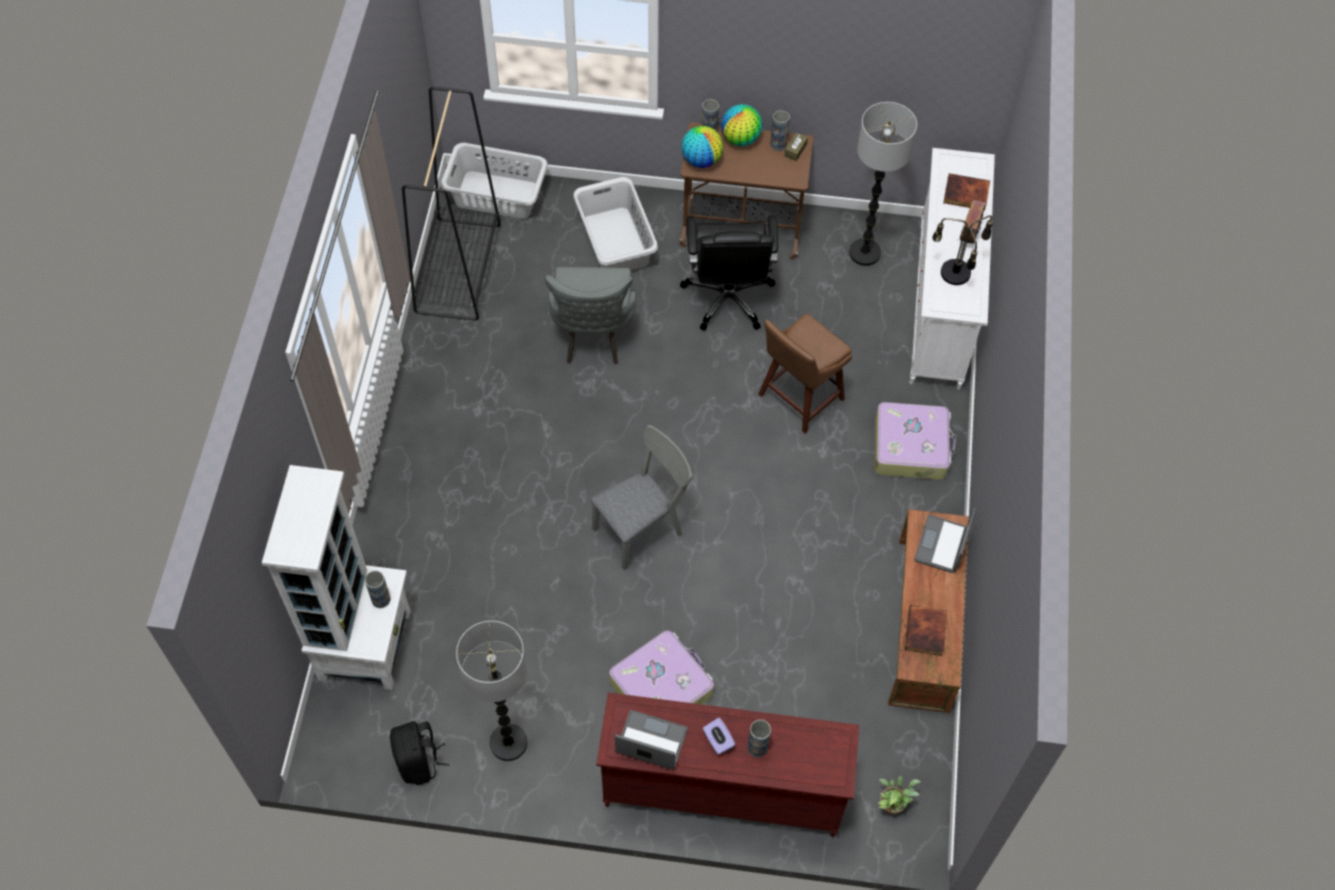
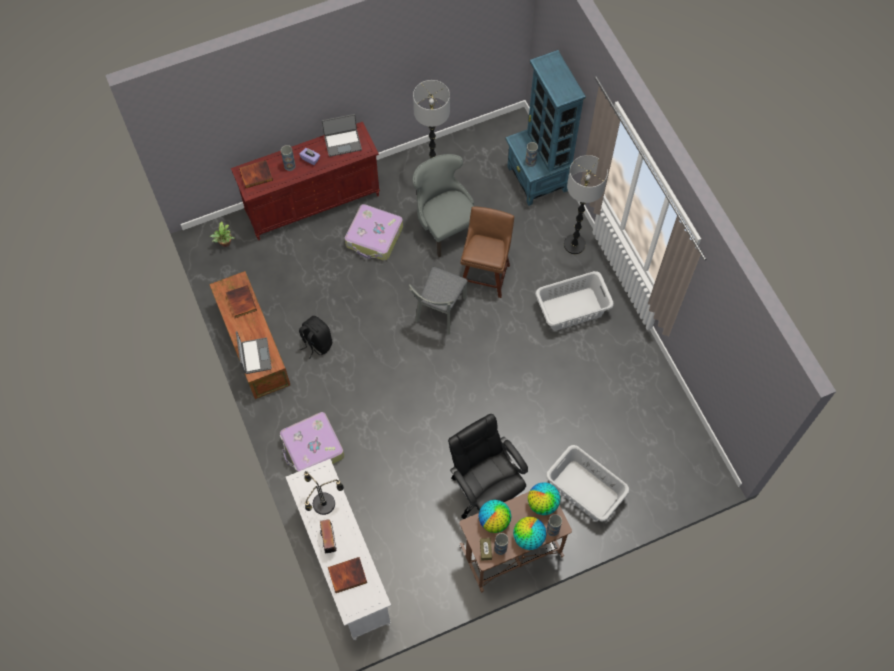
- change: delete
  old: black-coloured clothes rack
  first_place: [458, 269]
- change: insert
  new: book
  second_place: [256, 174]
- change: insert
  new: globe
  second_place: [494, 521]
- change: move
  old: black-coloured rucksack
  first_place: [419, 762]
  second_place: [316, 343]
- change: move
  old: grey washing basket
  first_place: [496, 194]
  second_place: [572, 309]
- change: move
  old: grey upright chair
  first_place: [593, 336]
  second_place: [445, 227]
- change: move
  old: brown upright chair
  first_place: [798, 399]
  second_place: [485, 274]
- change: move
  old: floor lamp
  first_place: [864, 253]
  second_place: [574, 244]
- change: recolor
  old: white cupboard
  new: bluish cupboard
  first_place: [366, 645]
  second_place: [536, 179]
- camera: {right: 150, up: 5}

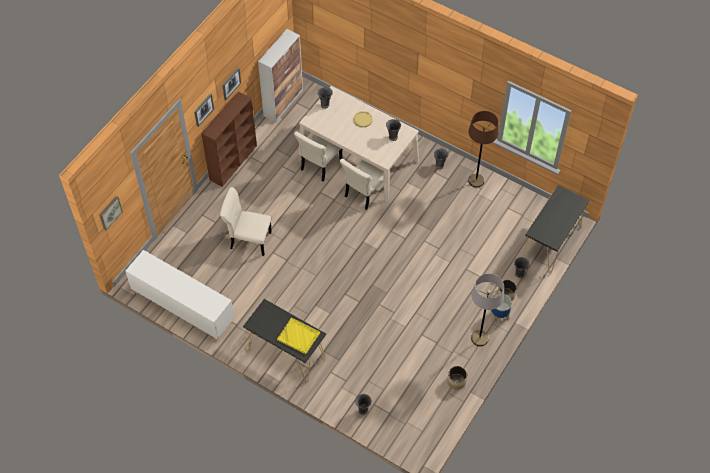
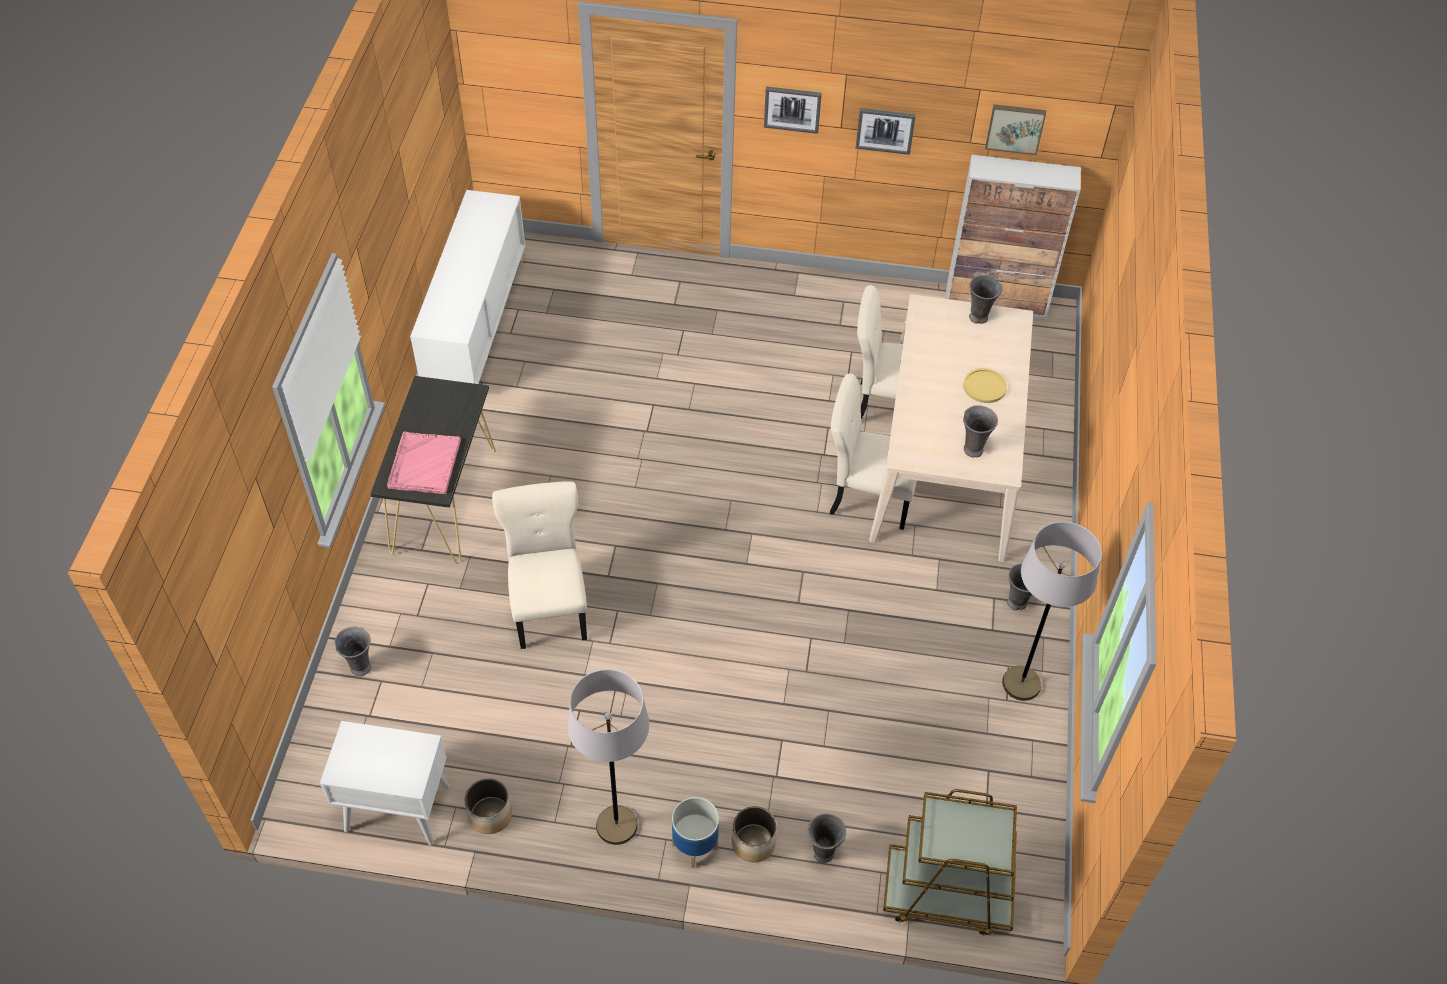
- change: delete
  old: brown bookshelf
  first_place: [233, 162]
- change: insert
  new: white bedside table
  second_place: [396, 808]
- change: move
  old: wall art
  first_place: [109, 212]
  second_place: [1015, 128]
- change: move
  old: sand-coloured upright chair
  first_place: [249, 240]
  second_place: [549, 607]
- change: replace
  old: black-coloured narrow table
  new: brown wheeled cart
  first_place: [551, 242]
  second_place: [946, 894]
- change: recolor
  old: yellow-coloured serving tray
  new: pink serving tray
  first_place: [299, 336]
  second_place: [424, 465]
- change: recolor
  old: brown floor lamp
  new: grey floor lamp
  first_place: [476, 181]
  second_place: [1021, 684]
- camera: {right: 65, up: -5}

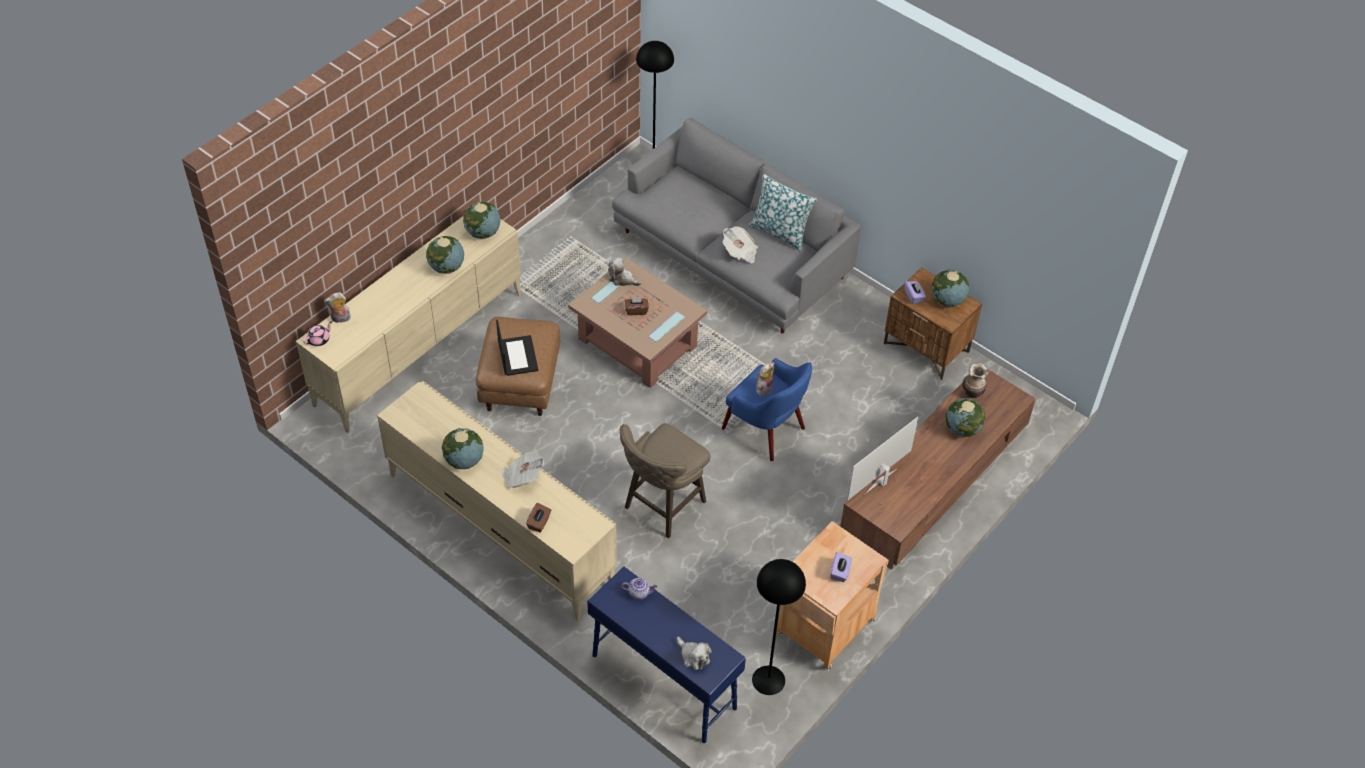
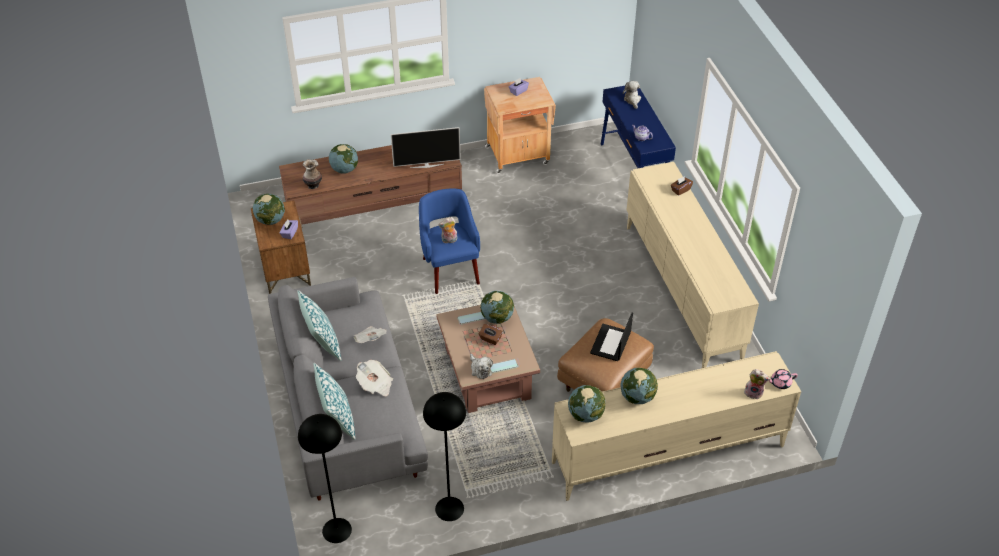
- change: delete
  old: sand-coloured sitting stool
  first_place: [662, 507]
- change: insert
  new: cushion
  second_place: [337, 418]
- change: move
  old: globe
  first_place: [464, 461]
  second_place: [497, 318]
- change: move
  old: printed paper
  first_place: [522, 476]
  second_place: [375, 385]
- change: move
  old: black-coloured floor lamp
  first_place: [768, 679]
  second_place: [449, 509]
- camera: {right: -145, up: -5}

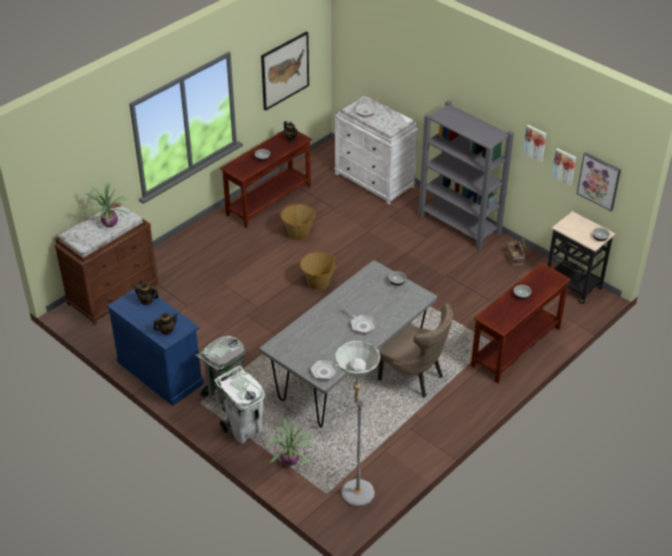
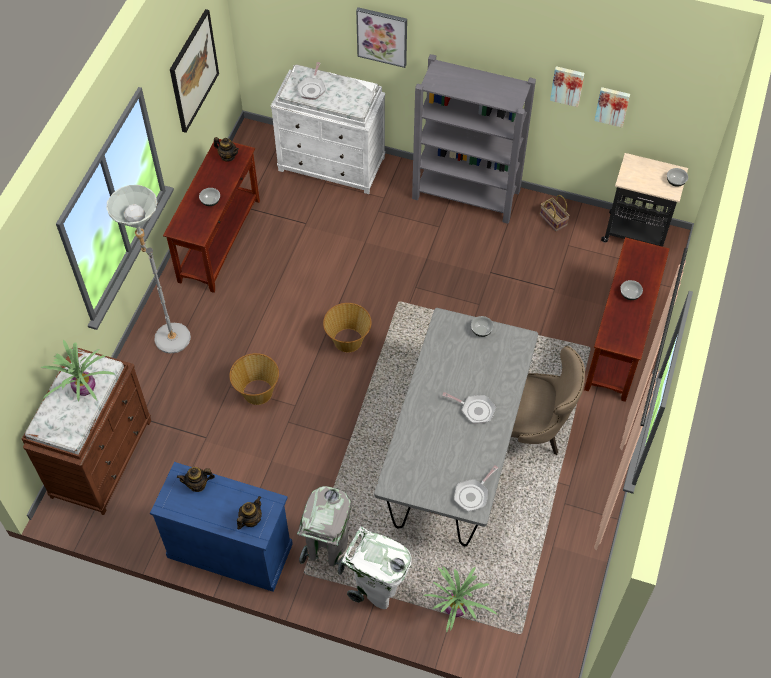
- change: move
  old: basket
  first_place: [298, 233]
  second_place: [257, 392]
- change: move
  old: grey floor lamp
  first_place: [356, 487]
  second_place: [168, 333]
- change: move
  old: wall art
  first_place: [599, 181]
  second_place: [382, 36]
- camera: {right: -25, up: 15}

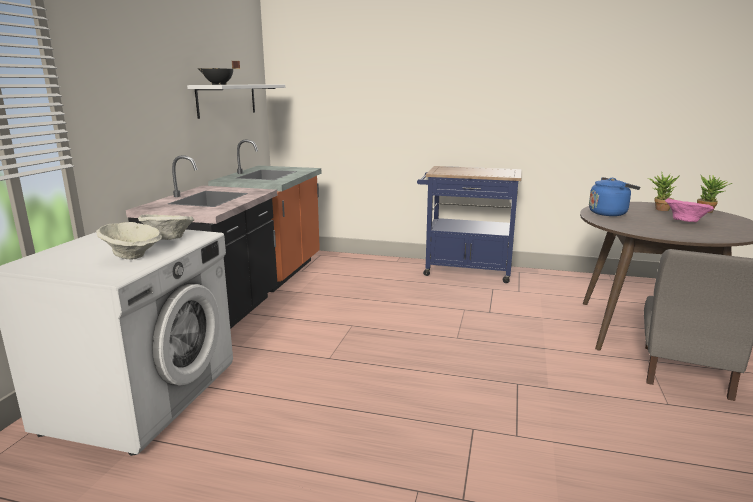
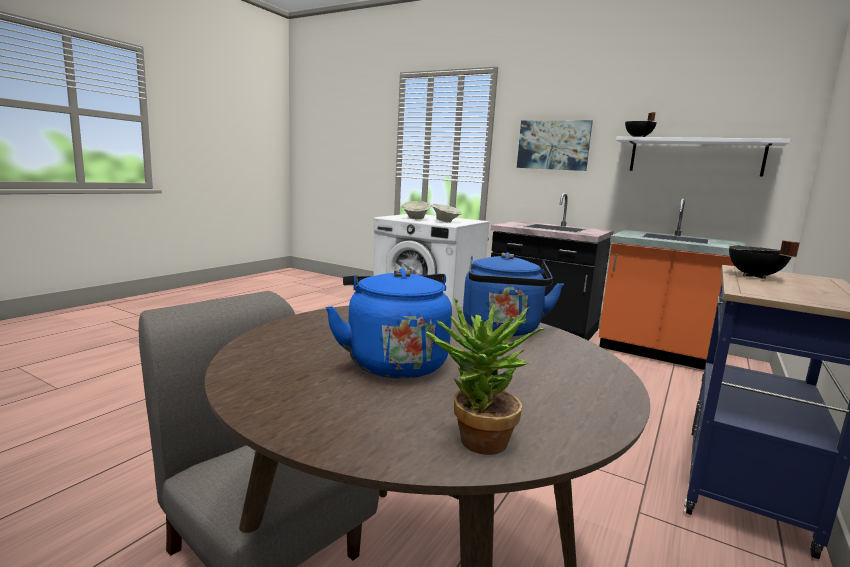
- change: delete
  old: plant in a pot
  first_place: [659, 209]
- change: insert
  new: wall art
  second_place: [553, 145]
- change: insert
  new: black-coloured stockpot
  second_place: [753, 276]
- change: replace
  old: pink serving bowl
  new: bluish tea kettle
  first_place: [685, 221]
  second_place: [394, 362]
- camera: {right: 105, up: -5}

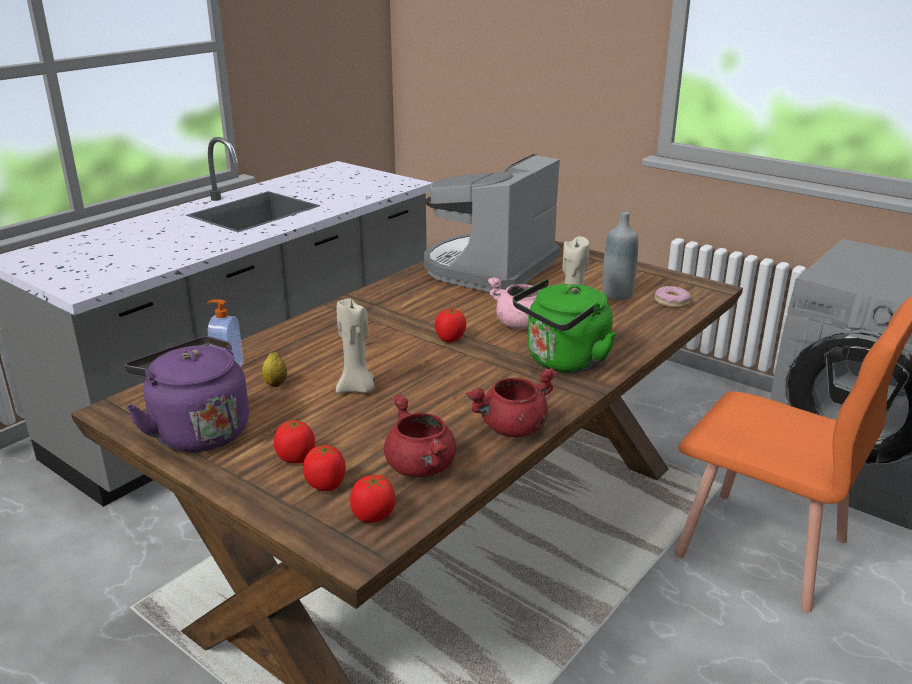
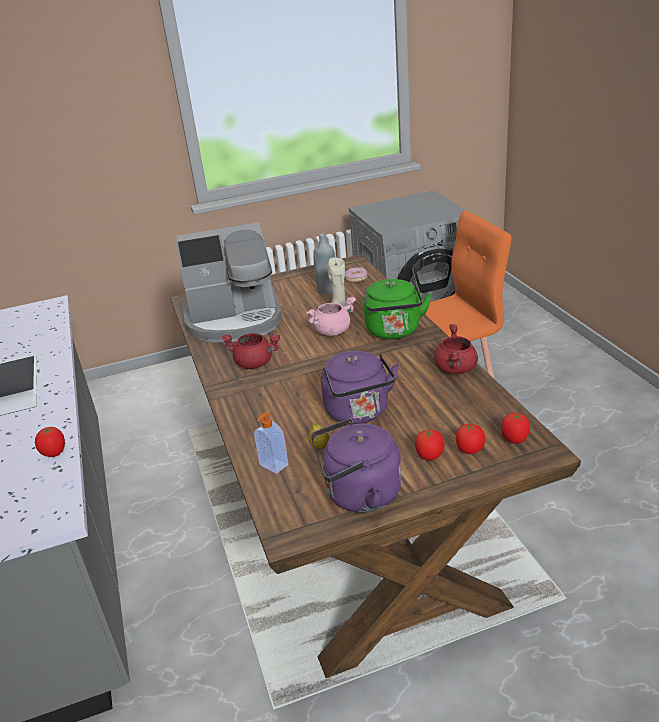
- change: move
  old: reddish stockpot
  first_place: [422, 468]
  second_place: [255, 363]
- change: move
  old: whole tomato
  first_place: [450, 339]
  second_place: [54, 452]
- change: replace
  old: sand-coloured wax candle
  new: purplish tea kettle
  first_place: [357, 389]
  second_place: [359, 413]
- change: rotate
  old: coffee maker
  first_place: [489, 268]
  second_place: [235, 320]
  degrees: -75
- camera: {right: -55, up: 5}

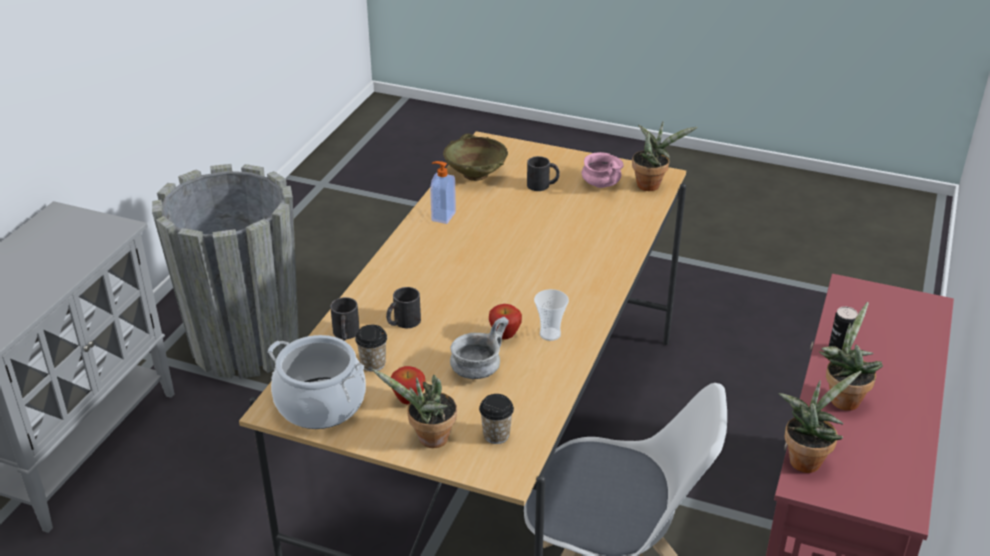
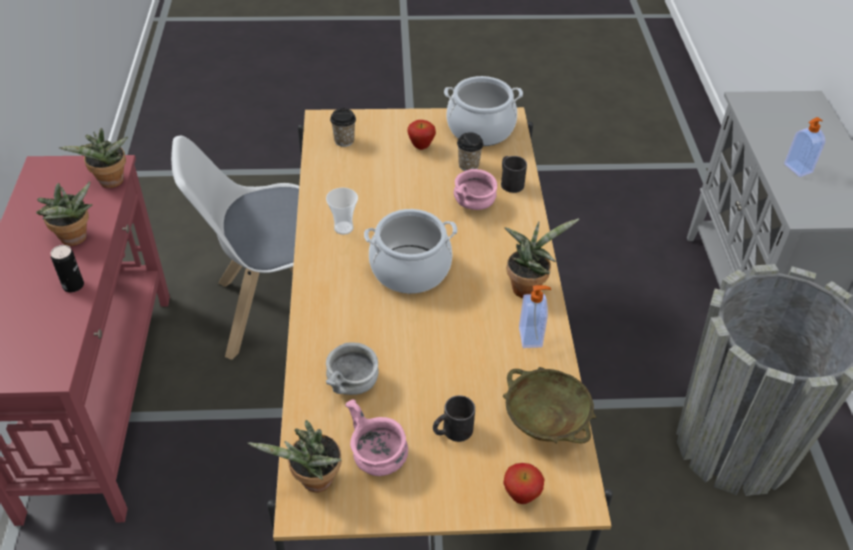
- change: insert
  new: stockpot
  second_place: [410, 269]
- change: insert
  new: soap bottle
  second_place: [797, 168]
- change: move
  old: plant in a pot
  first_place: [429, 439]
  second_place: [527, 286]
- change: move
  old: grey serving bowl
  first_place: [476, 370]
  second_place: [352, 384]
- change: move
  old: apple
  first_place: [505, 336]
  second_place: [521, 496]
- change: replace
  old: black-coloured coffee mug
  new: pink serving bowl
  first_place: [403, 322]
  second_place: [473, 204]
- camera: {right: 155, up: 10}

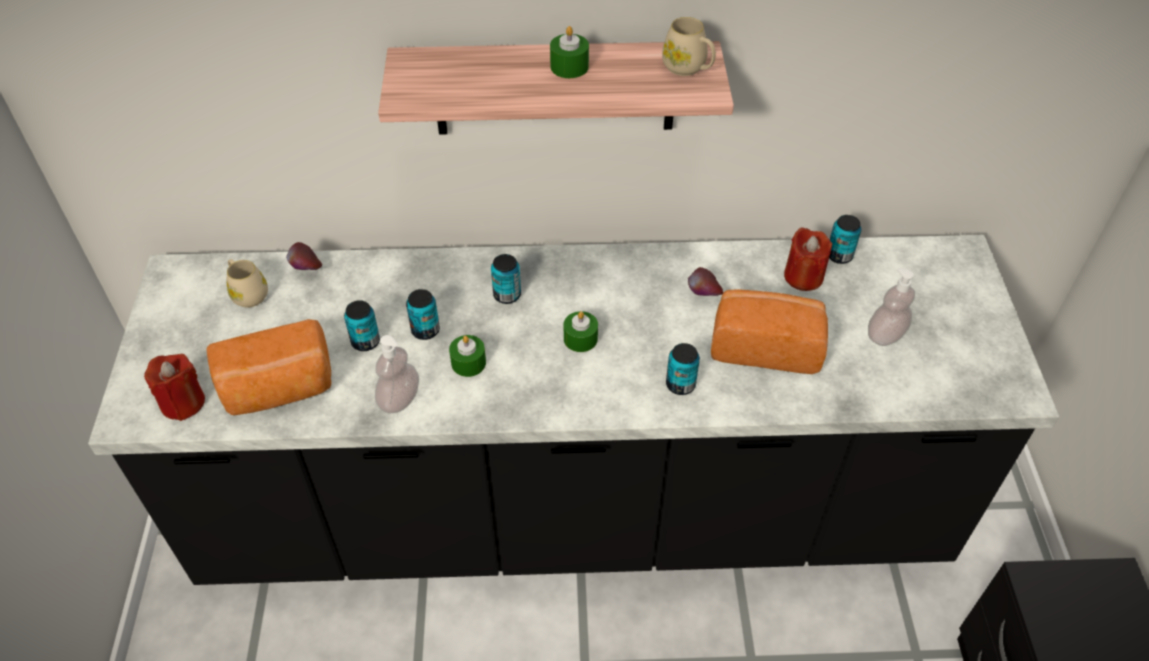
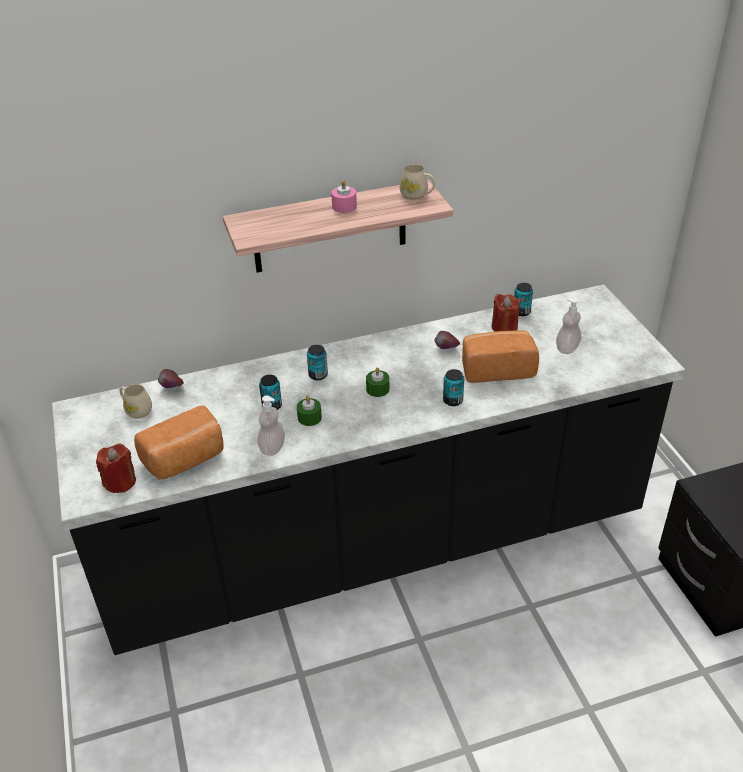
- change: delete
  old: sealed can
  first_place: [365, 342]
- change: recolor
  old: greenish wax candle
  new: pink wax candle
  first_place: [569, 66]
  second_place: [344, 206]
- camera: {right: -15, up: -10}

